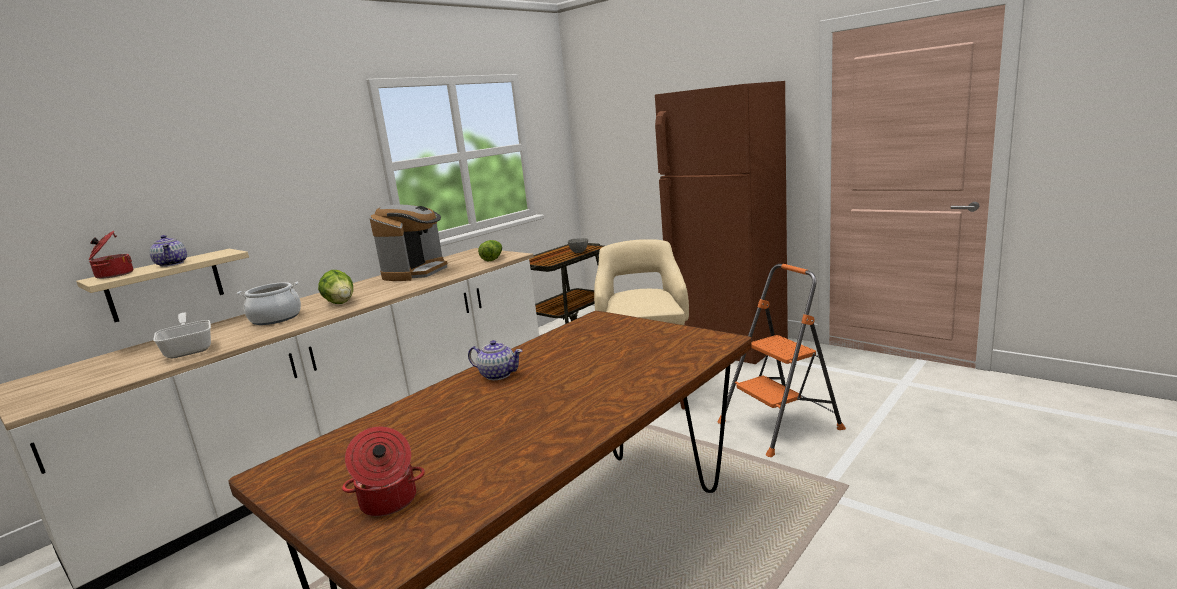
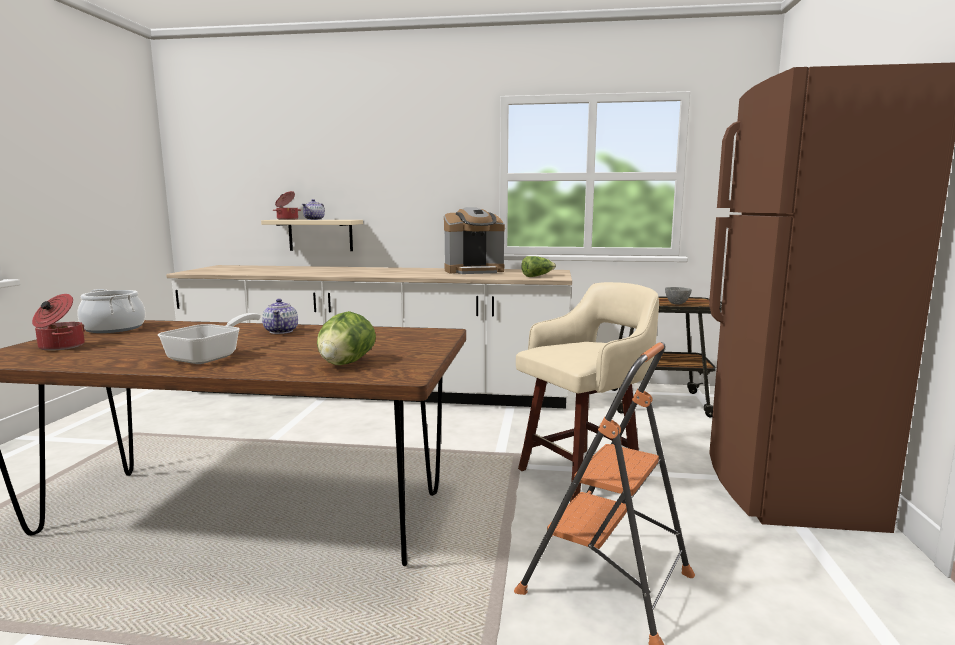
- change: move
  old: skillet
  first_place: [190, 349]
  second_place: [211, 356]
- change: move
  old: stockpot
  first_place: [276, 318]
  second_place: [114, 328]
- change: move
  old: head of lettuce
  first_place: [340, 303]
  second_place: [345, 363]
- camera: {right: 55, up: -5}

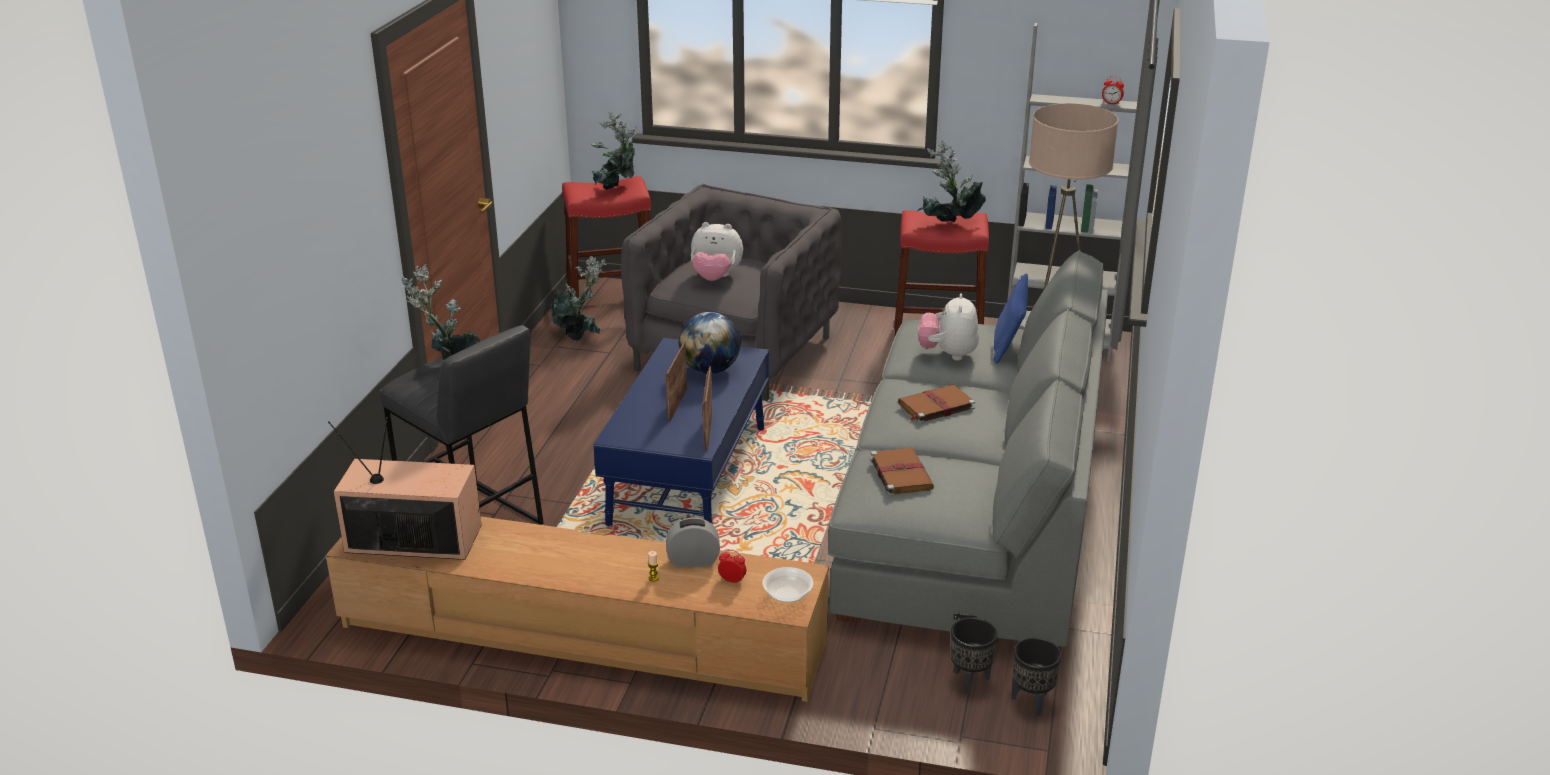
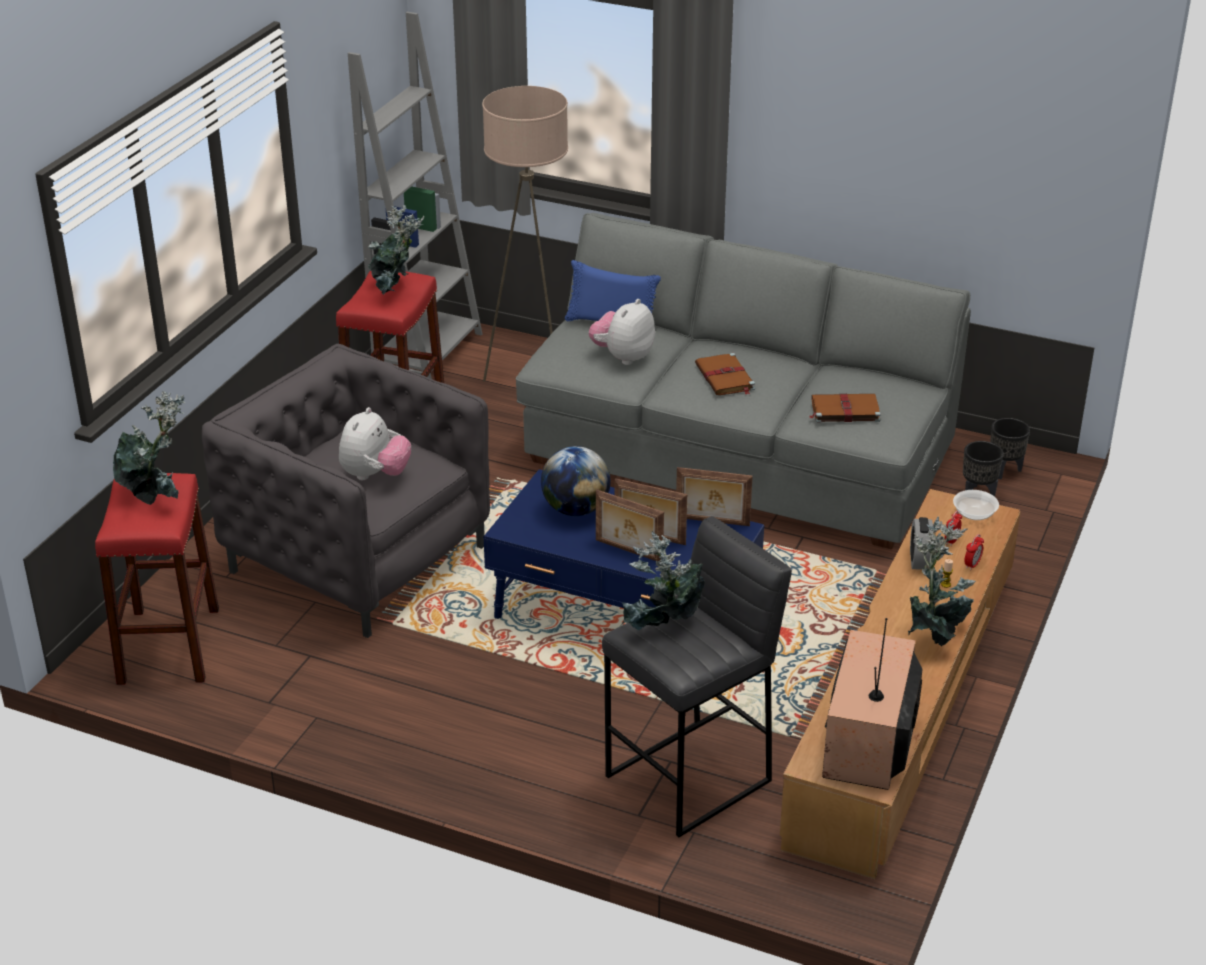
- change: insert
  new: standing frame
  second_place: [628, 551]
- change: move
  old: plant in a pot
  first_place: [580, 336]
  second_place: [934, 636]
- change: move
  old: bedside clock
  first_place: [1111, 103]
  second_place: [972, 565]
- change: rotate
  old: soft toy
  first_place: [948, 354]
  second_place: [623, 357]
  degrees: 105
- camera: {right: -80, up: 5}

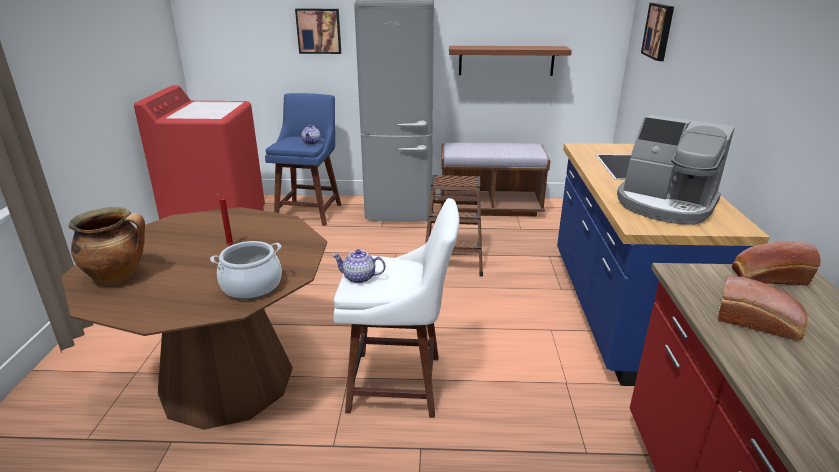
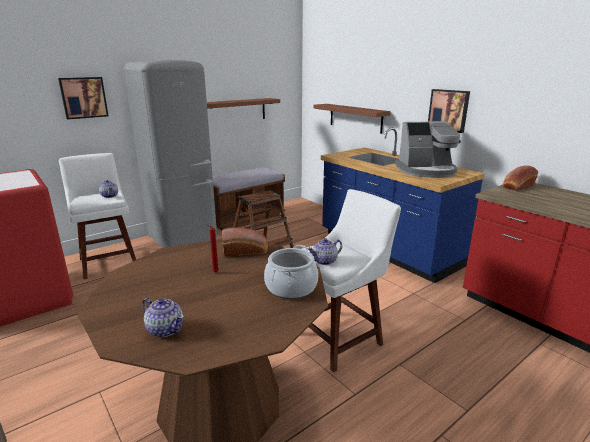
- change: insert
  new: brown shelf
  second_place: [355, 118]
- change: move
  old: wall art
  first_place: [659, 31]
  second_place: [448, 110]
- change: move
  old: bakery bread
  first_place: [759, 323]
  second_place: [246, 251]
- change: replace
  old: stockpot
  new: tea pot
  first_place: [119, 276]
  second_place: [165, 329]
- change: recolor
  old: bluish sitting stool
  new: white sitting stool
  first_place: [310, 211]
  second_place: [108, 261]
- camera: {right: -40, up: -5}

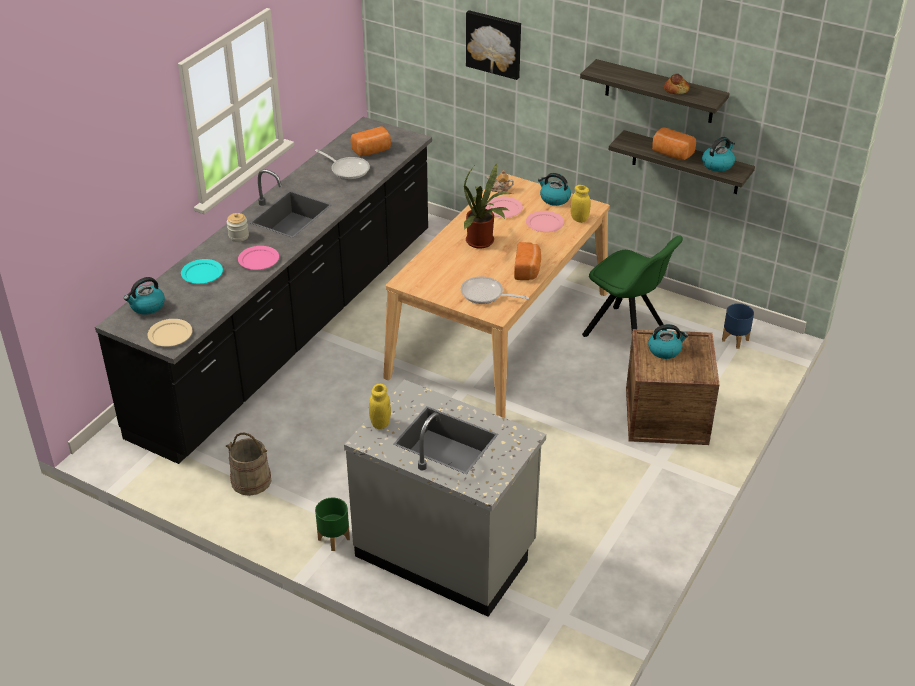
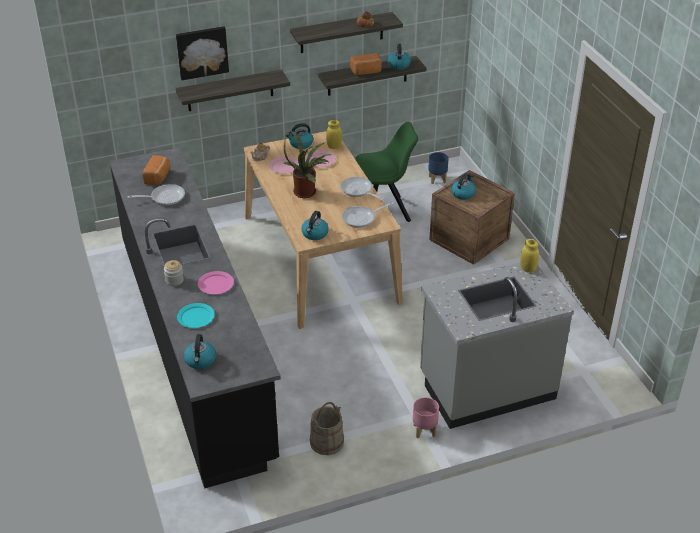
- change: delete
  old: sand-coloured flat dish
  first_place: [170, 335]
- change: insert
  new: shelf
  second_place: [230, 90]
- change: insert
  new: tea kettle
  second_place: [315, 234]
- change: move
  old: yellow-coloured jar
  first_place: [380, 423]
  second_place: [528, 269]
- change: replace
  old: bakery bread
  new: skillet
  first_place: [527, 270]
  second_place: [358, 190]
- change: recolor
  old: greenish plant pot
  new: pink plant pot
  first_place: [334, 538]
  second_place: [424, 430]
- camera: {right: -50, up: 0}

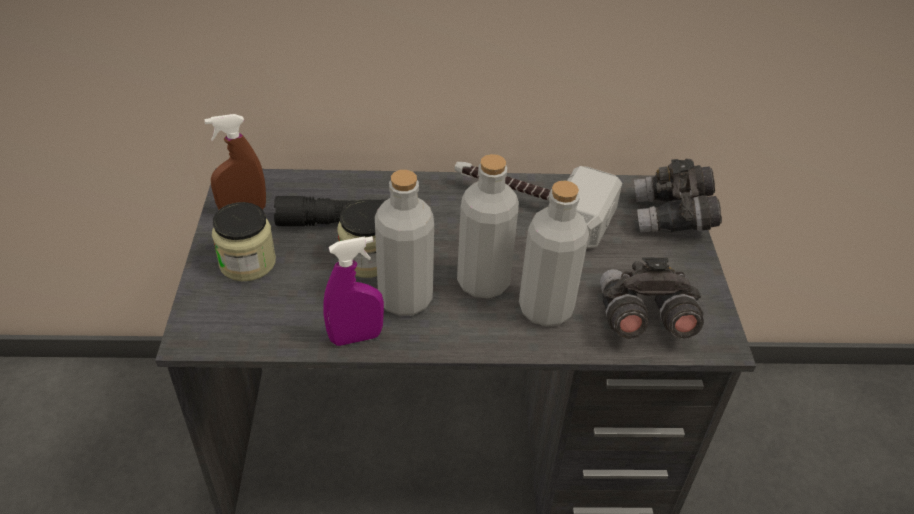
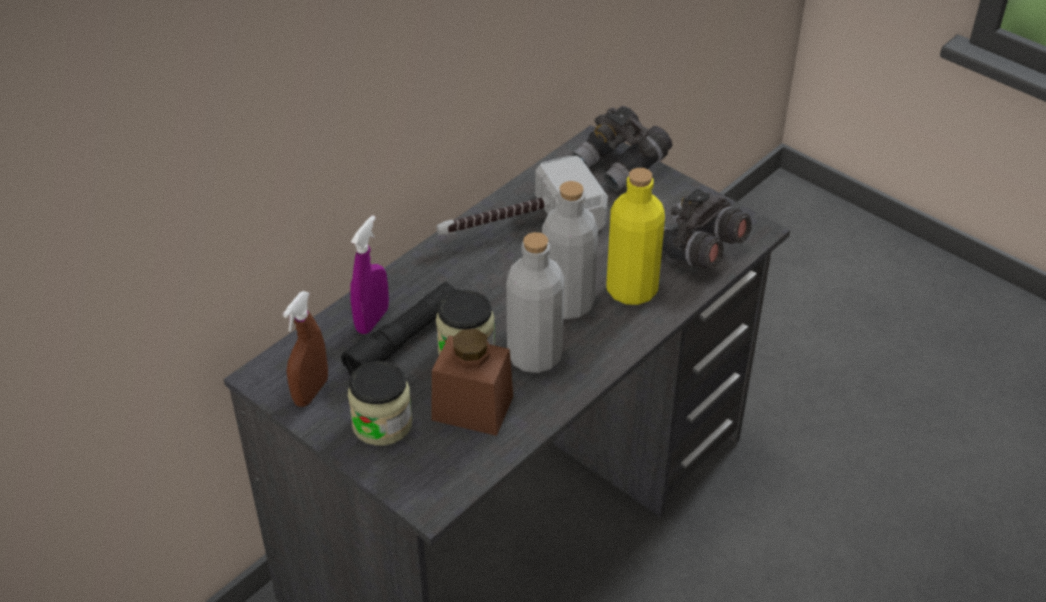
- change: insert
  new: brown jar
  second_place: [472, 408]
- change: move
  old: purplish hand sprayer
  first_place: [356, 337]
  second_place: [372, 320]
- change: recolor
  old: grey beverage bottle
  new: yellow-coloured beverage bottle
  first_place: [546, 309]
  second_place: [631, 290]
- camera: {right: -45, up: 0}

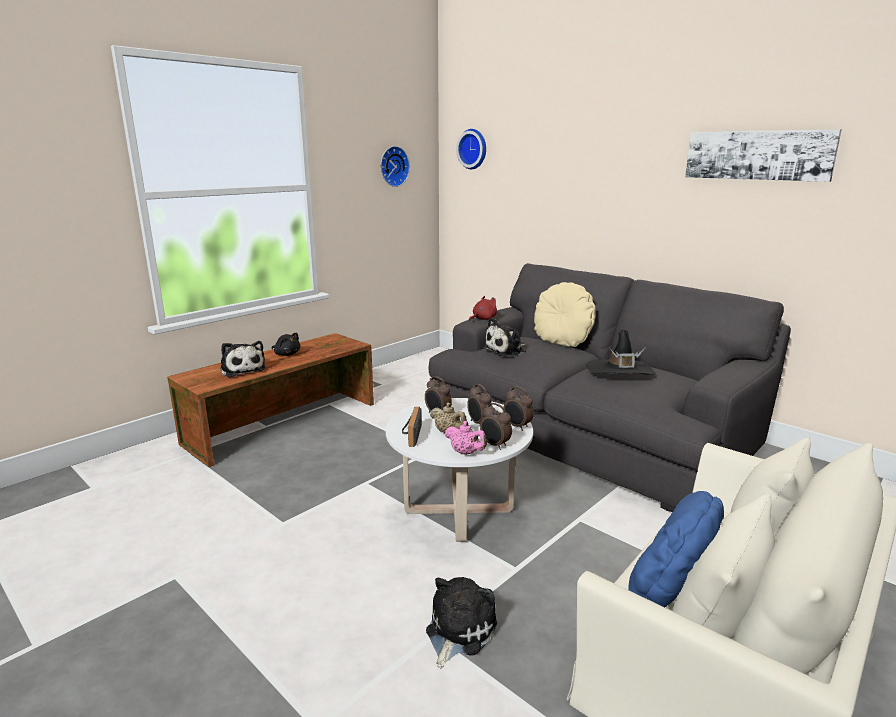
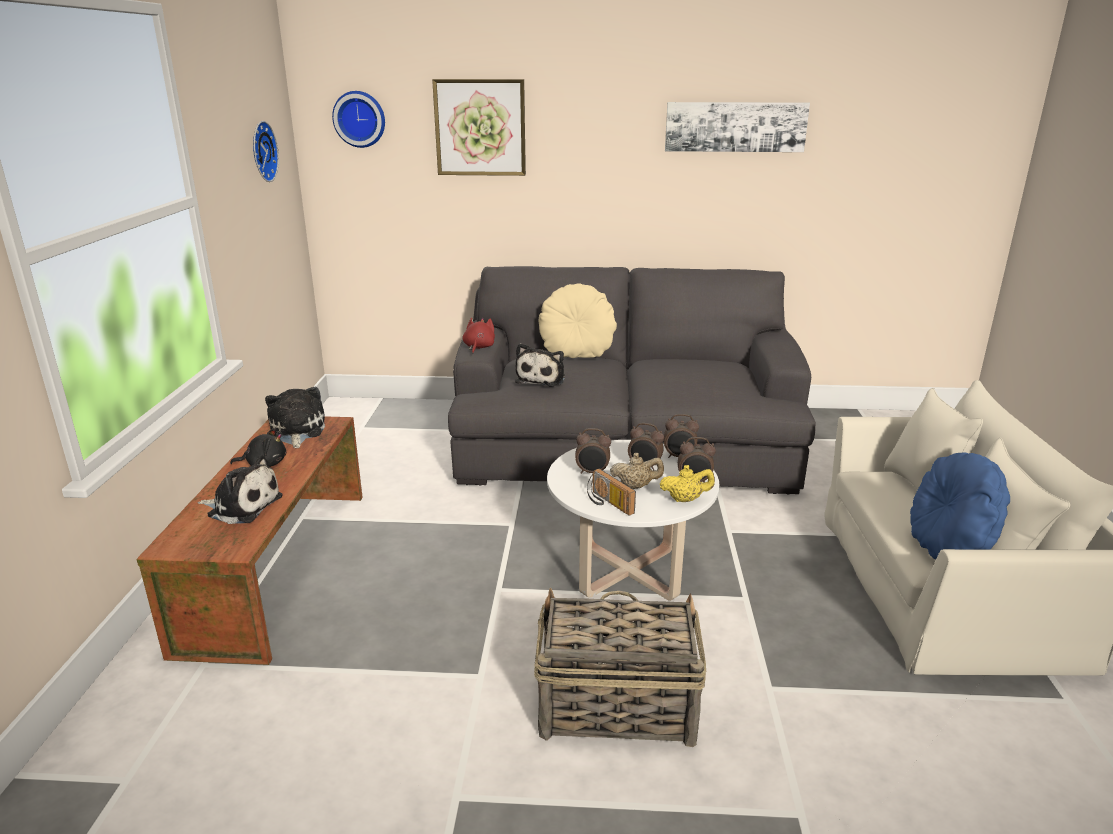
- change: delete
  old: black-coloured wearable hat
  first_place: [620, 371]
- change: insert
  new: wall art
  second_place: [480, 128]
- change: insert
  new: basket
  second_place: [614, 707]
- change: move
  old: soft toy
  first_place: [458, 631]
  second_place: [296, 431]
- change: recolor
  old: pink tea pot
  new: yellow-coloured tea pot
  first_place: [465, 453]
  second_place: [685, 499]
- camera: {right: -40, up: 5}

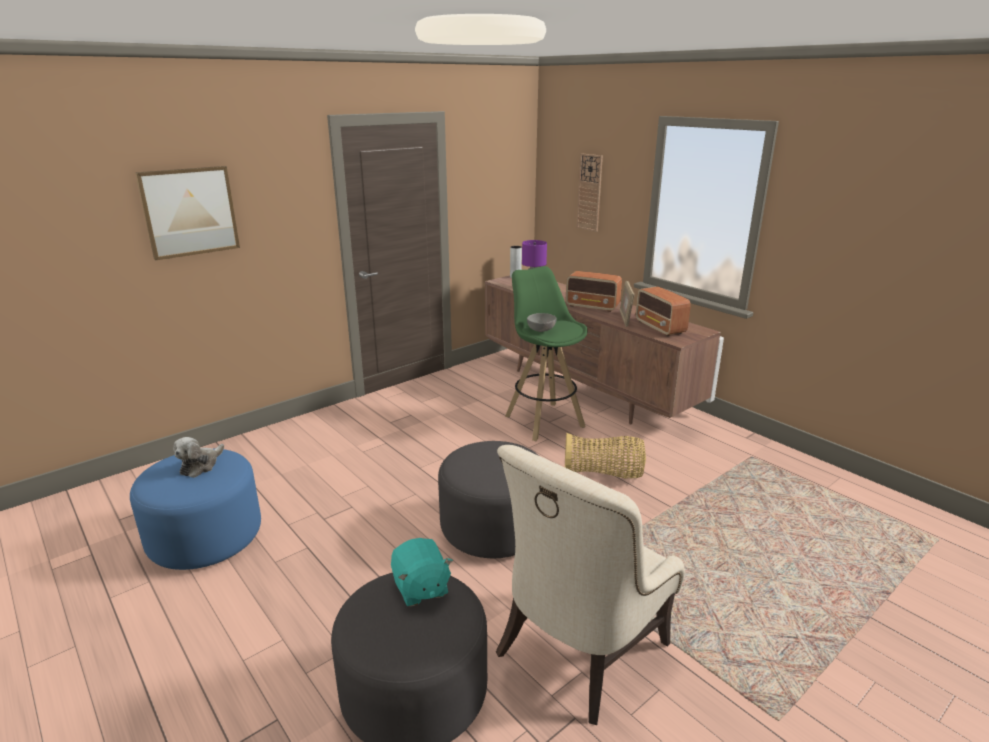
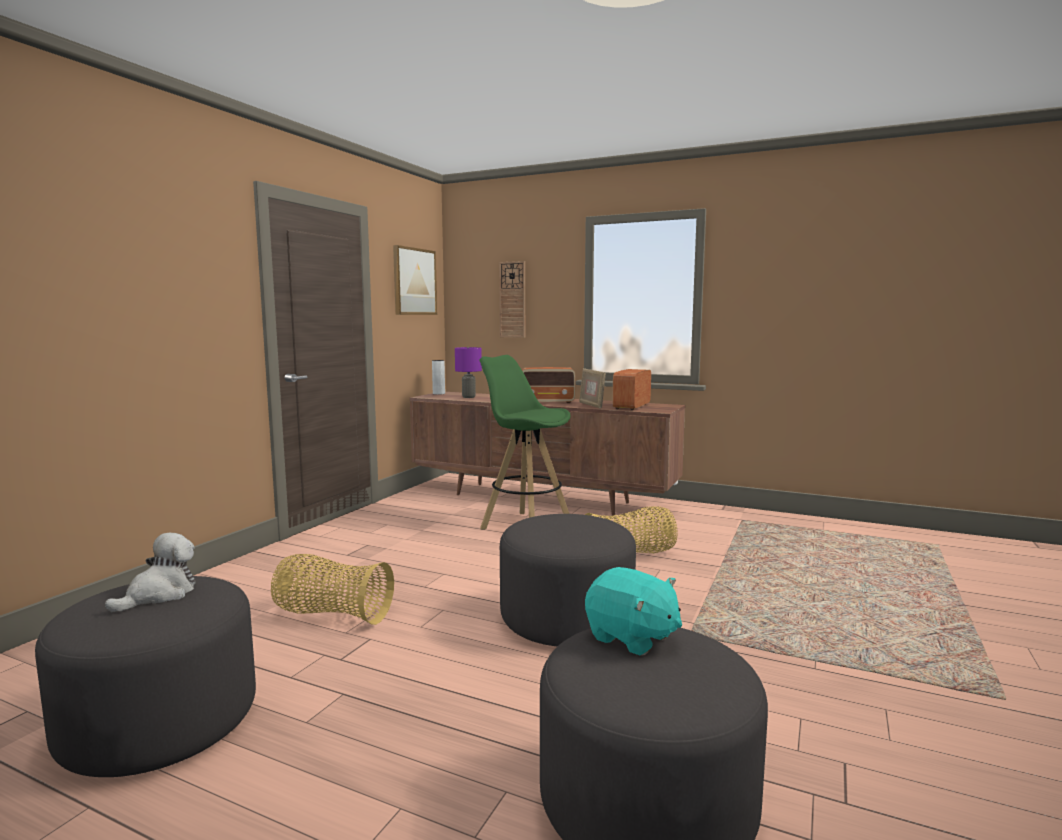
- change: delete
  old: sand-coloured armchair
  first_place: [579, 649]
- change: delete
  old: grey serving bowl
  first_place: [541, 331]
- change: insert
  new: basket
  second_place: [332, 614]
- change: move
  old: wall art
  first_place: [189, 212]
  second_place: [414, 281]
- change: recolor
  old: bluish ottoman
  new: grey ottoman
  first_place: [206, 537]
  second_place: [160, 723]
- change: rotate
  old: soft toy
  first_place: [200, 465]
  second_place: [159, 595]
  degrees: -150
- change: rotate
  old: radio receiver
  first_place: [660, 328]
  second_place: [631, 406]
  degrees: 75
- camera: {right: -25, up: -15}

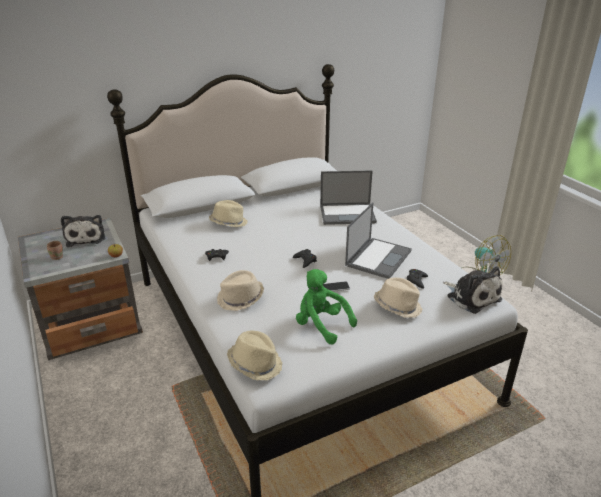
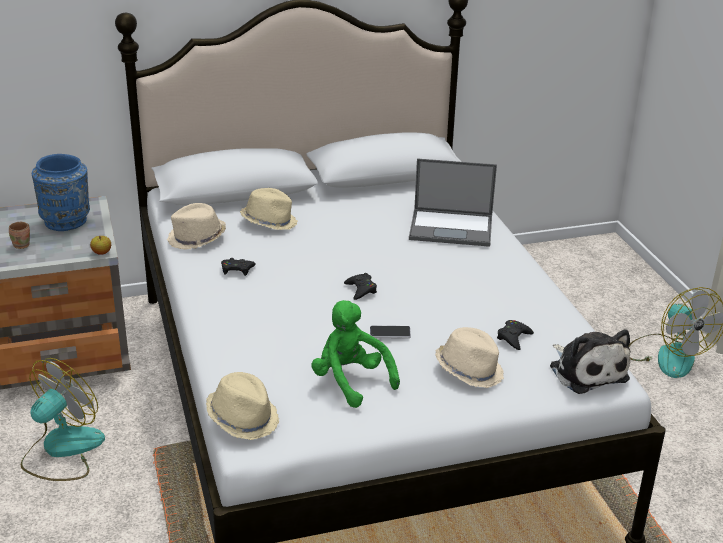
- change: delete
  old: portable computer
  first_place: [378, 257]
- change: insert
  new: electric fan
  second_place: [62, 450]
- change: move
  old: sand-coloured wearable hat
  first_place: [241, 299]
  second_place: [197, 239]
- change: replace
  old: soft toy
  new: bluish decorative vase
  first_place: [86, 237]
  second_place: [66, 221]
- camera: {right: 10, up: 0}

